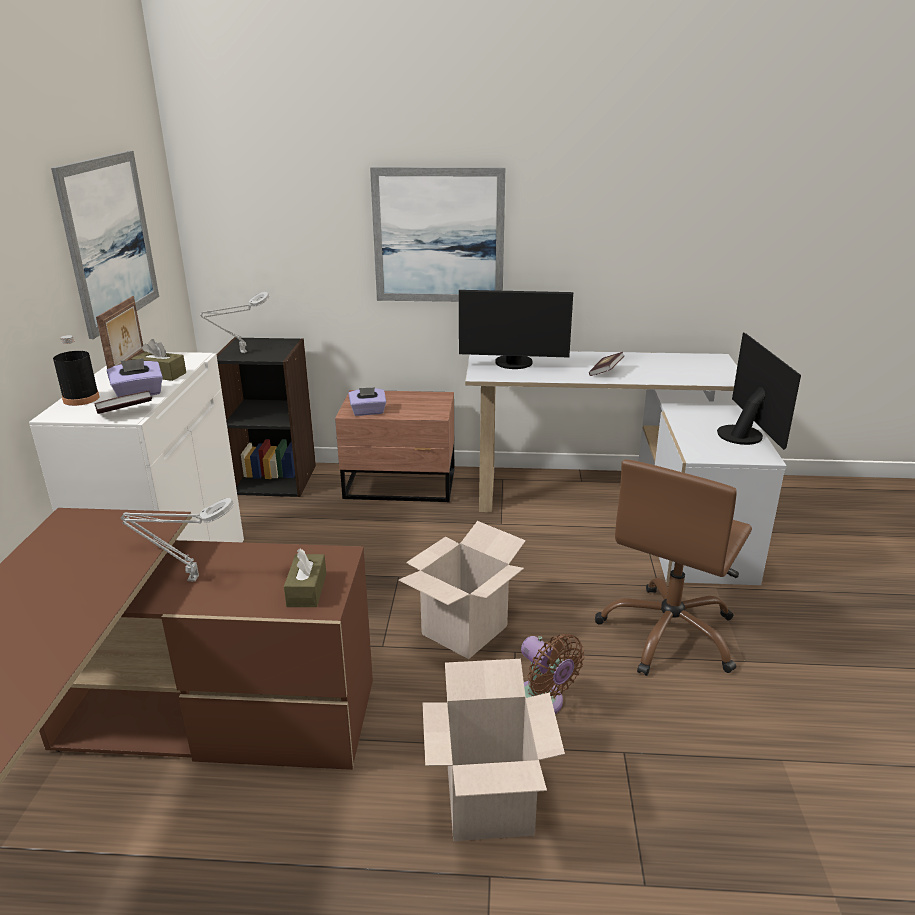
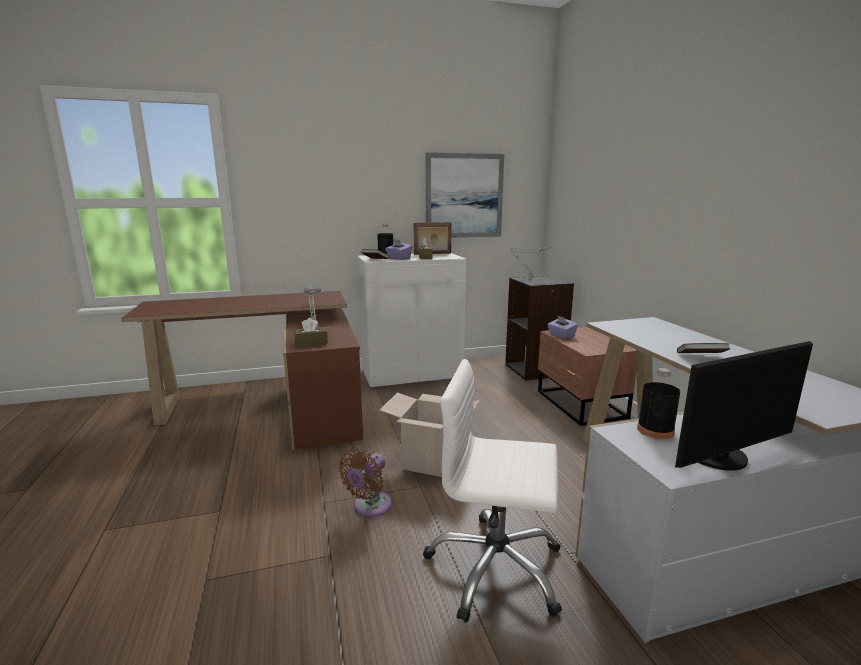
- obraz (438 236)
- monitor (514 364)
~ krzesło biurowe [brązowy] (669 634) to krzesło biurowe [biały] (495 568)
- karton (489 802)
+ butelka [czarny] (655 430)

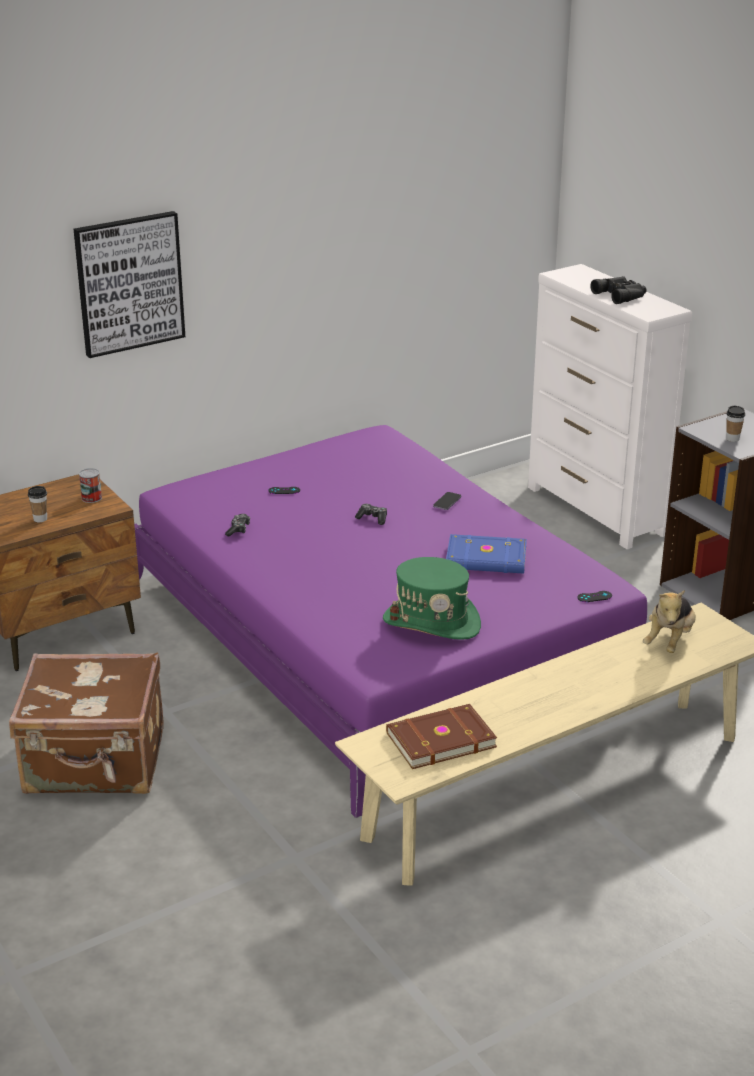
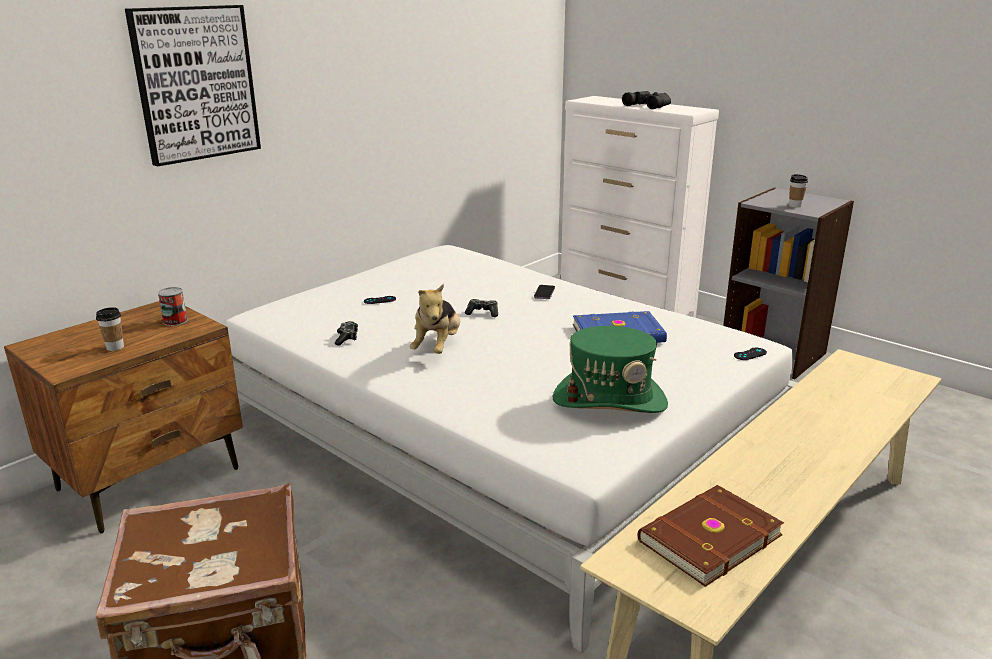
~ łóżko [fioletowy] (377 635) to łóżko [biały] (496 433)
~ pluszak (669 641) to (437 347)

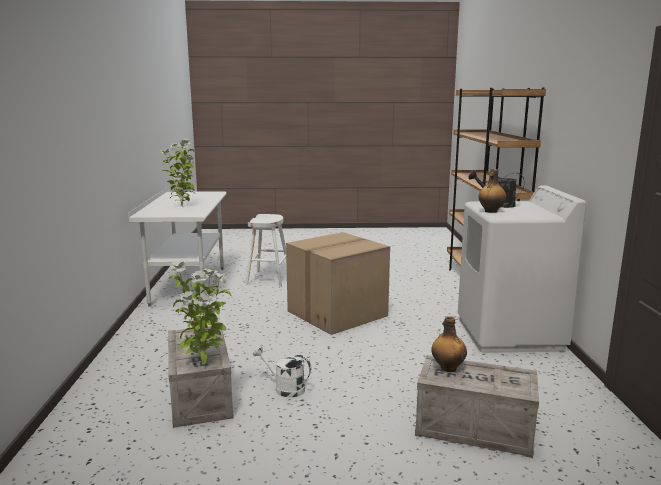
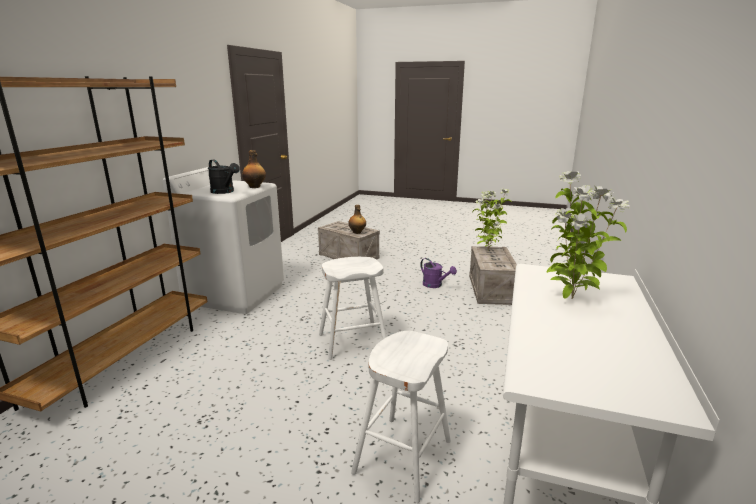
~ karton (337 314) to stołek [biały] (352 342)
~ konewka [biały] (284 388) to konewka [fioletowy] (435 285)

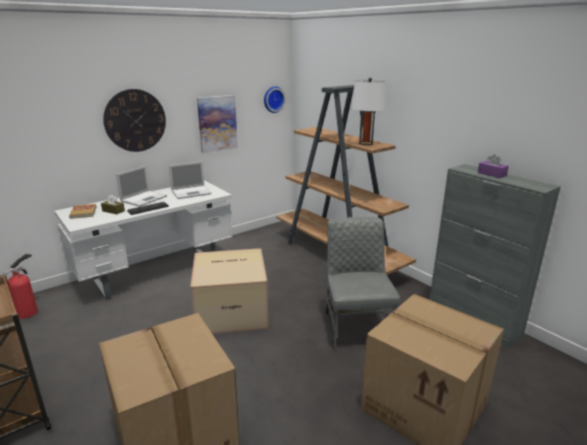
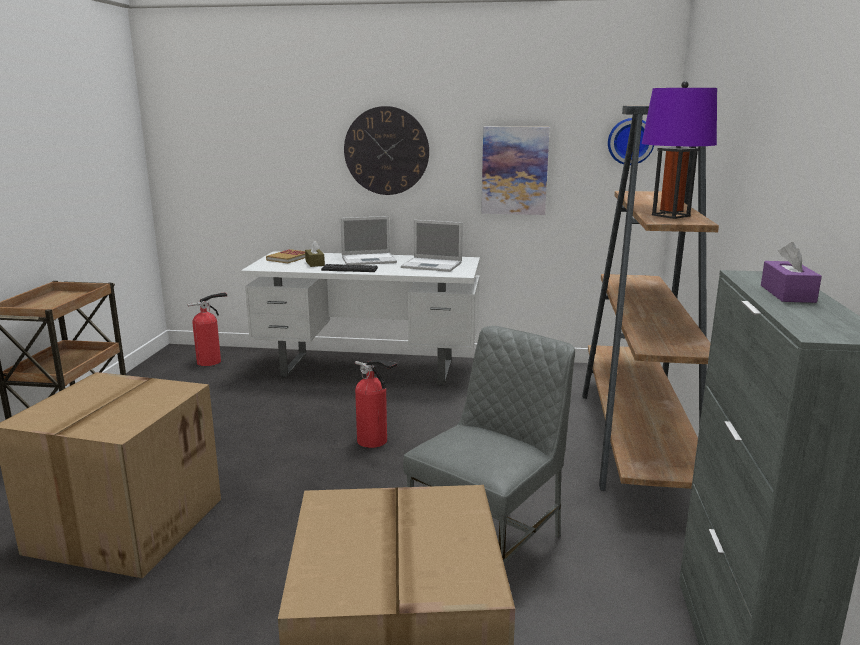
~ lampa stołowa [biały] (365 143) to lampa stołowa [fioletowy] (670 215)
~ karton (232 310) to gaśnica (374 441)

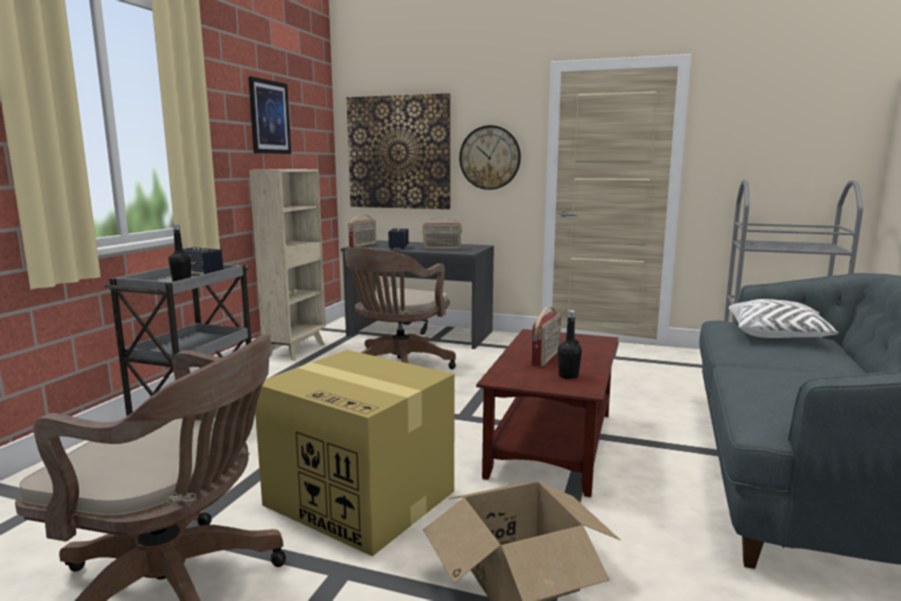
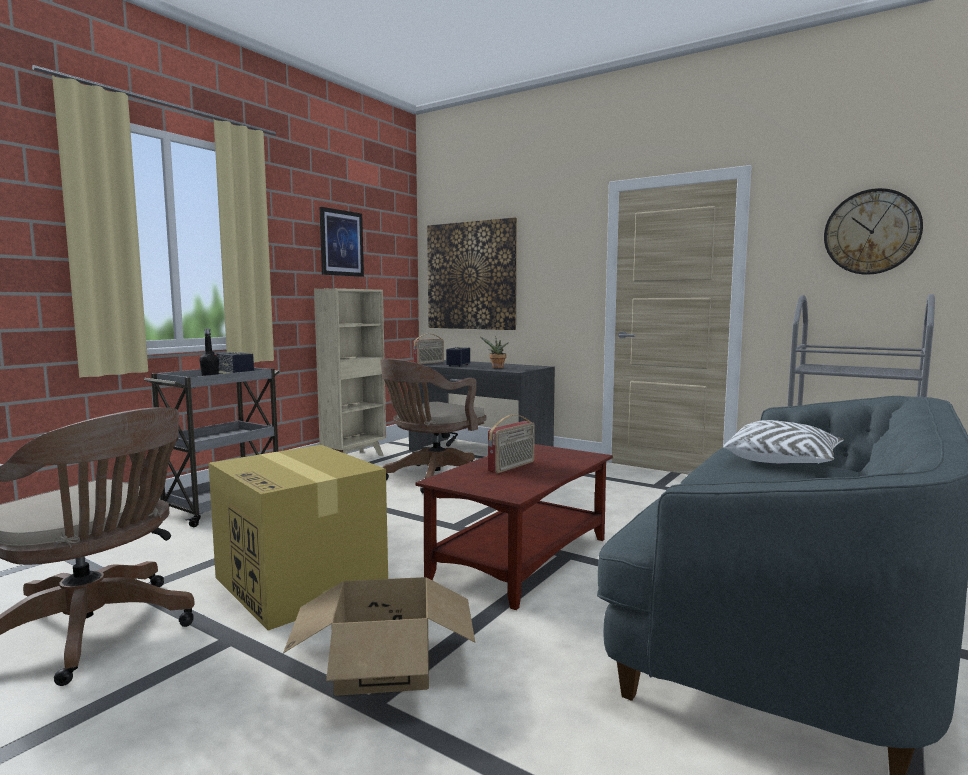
~ zegar ścienny (490 157) to (871 232)
~ radio (442 249) to roślina doniczkowa (496 368)
- butelka [czarny] (568 376)

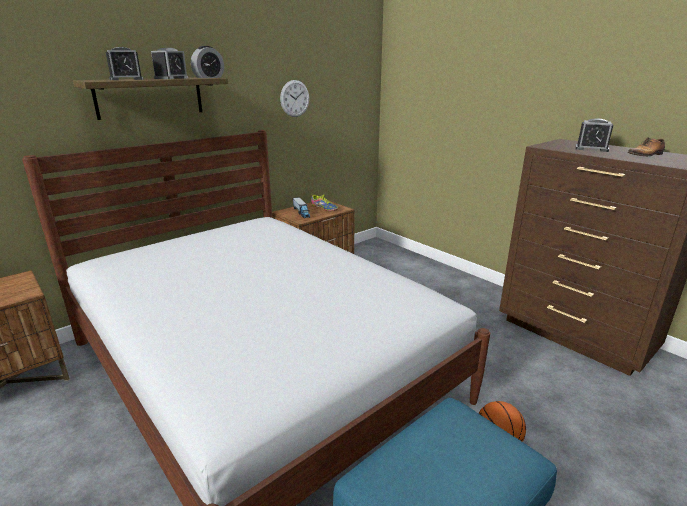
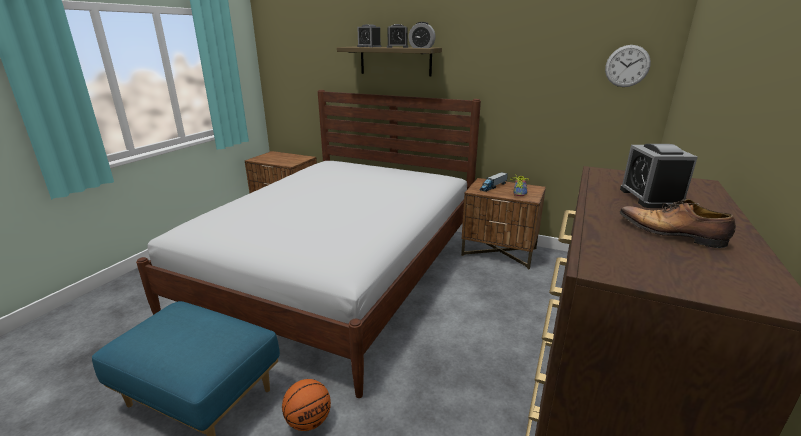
~ zegar ścienny (294 98) to (627 66)

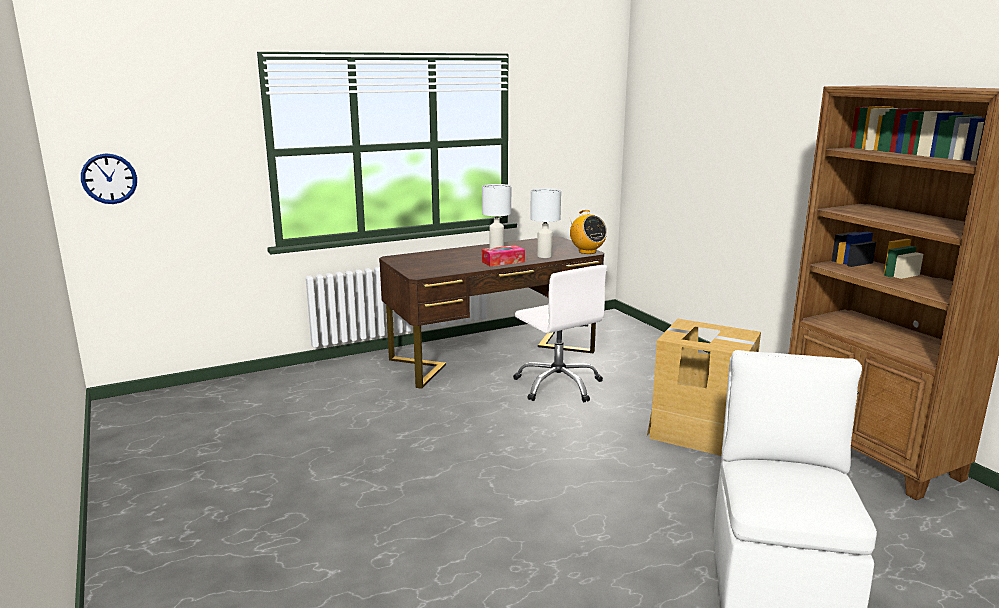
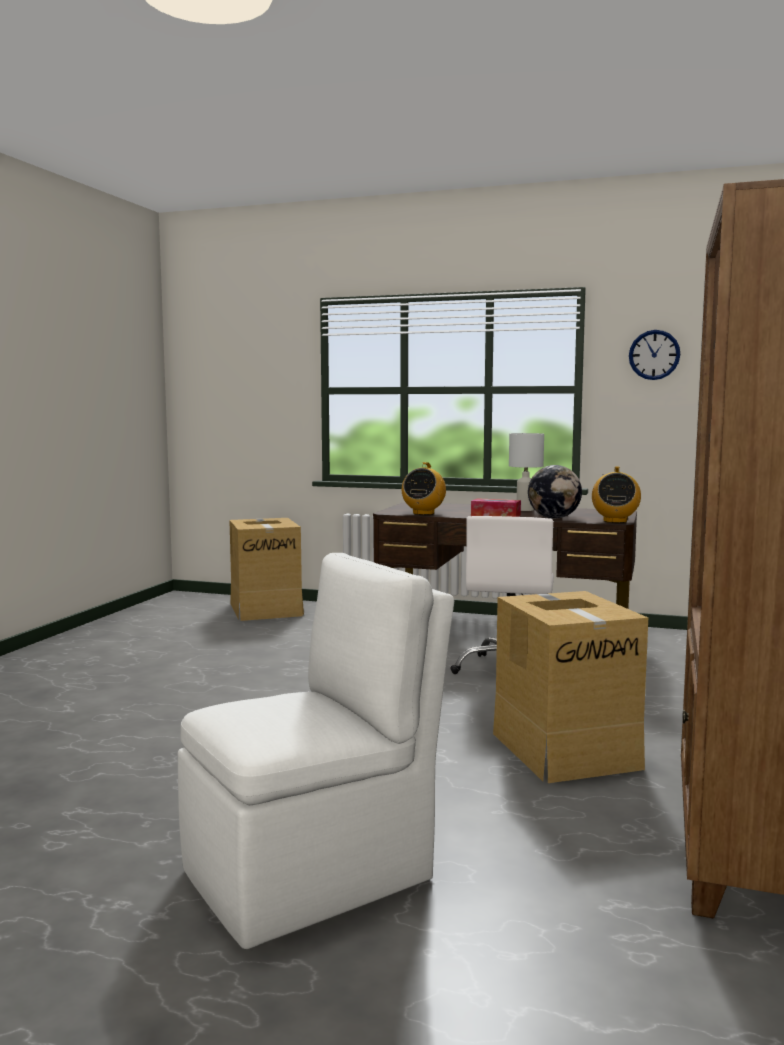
~ zegar ścienny (109 178) to (654 355)
~ lampa stołowa [biały] (545 256) to globus (554 518)
+ radio (423 513)
+ karton (266 609)

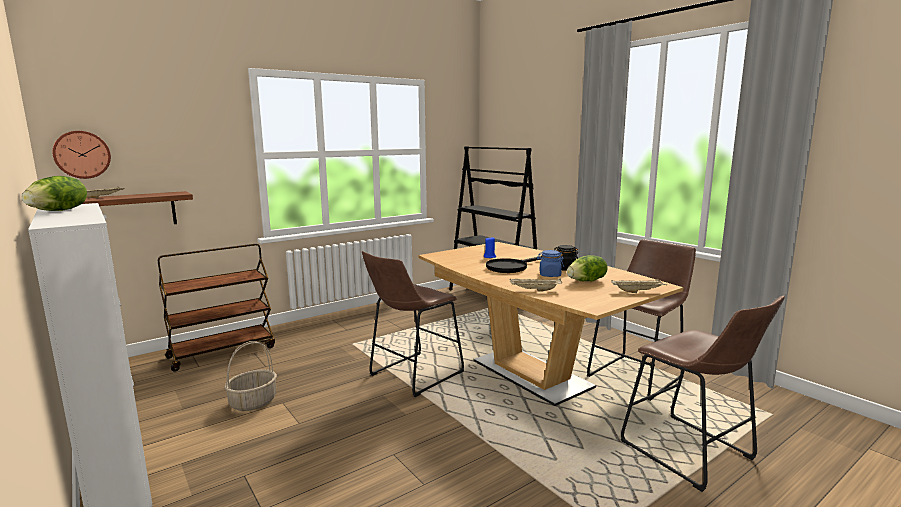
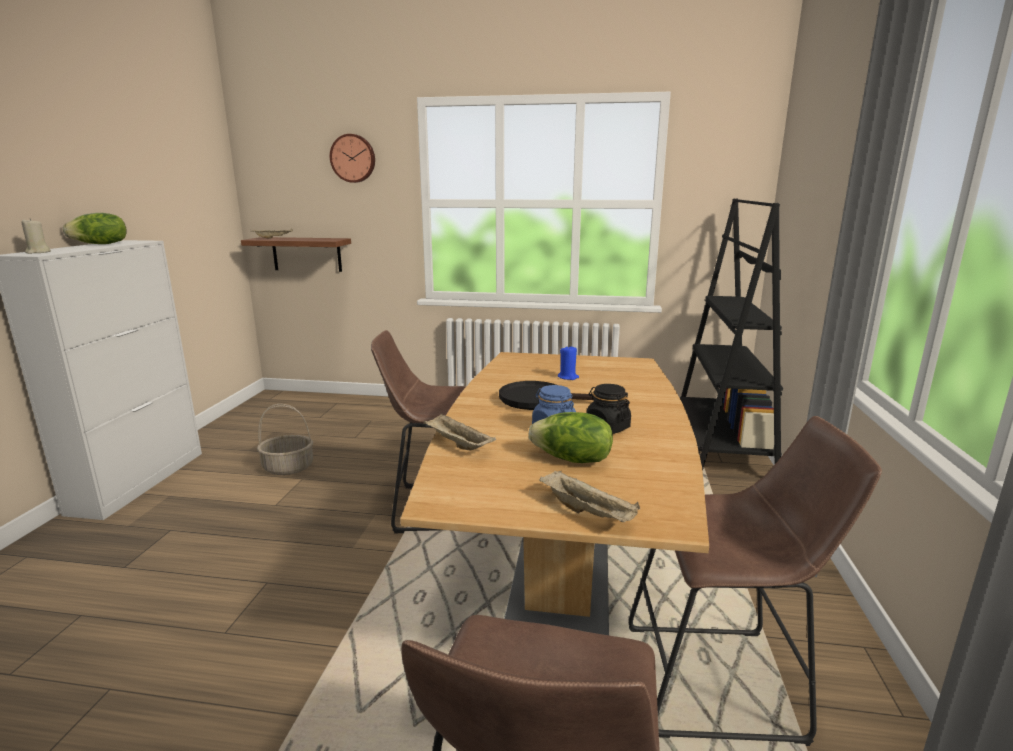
~ zegar ścienny (82 154) to (353 158)
- wózek [brązowy] (223 352)
+ świeca [beżowy] (38 252)

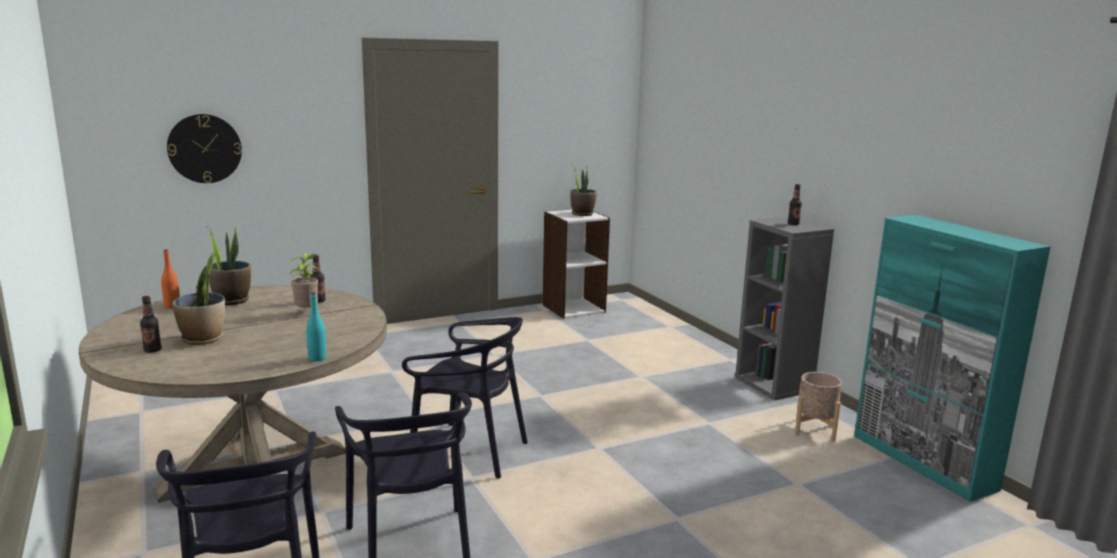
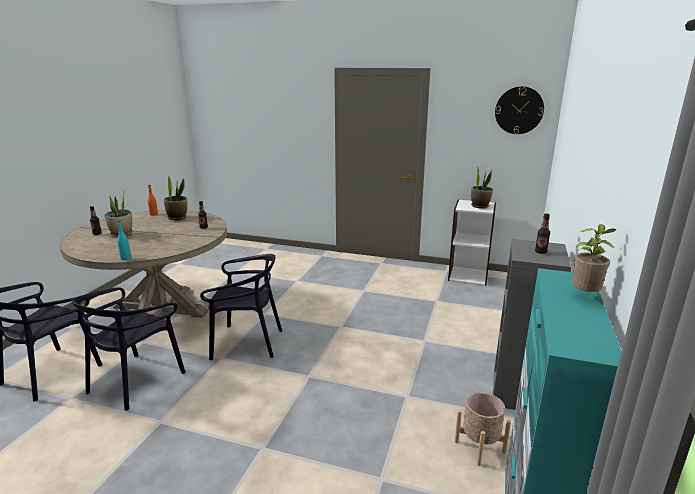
~ zegar ścienny (204 148) to (519 110)
~ roślina doniczkowa (307 312) to (585 295)
~ krzesło [czarny] (469 451) = (246 343) 60 degrees counterclockwise

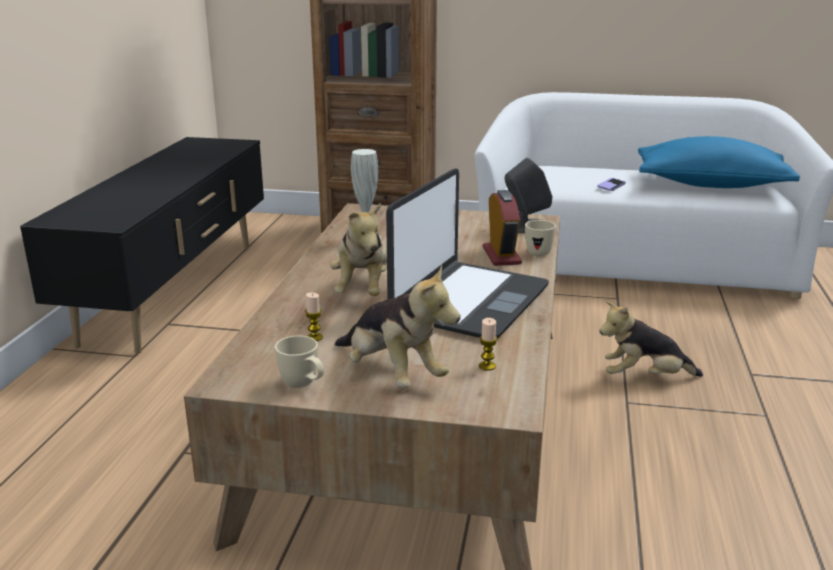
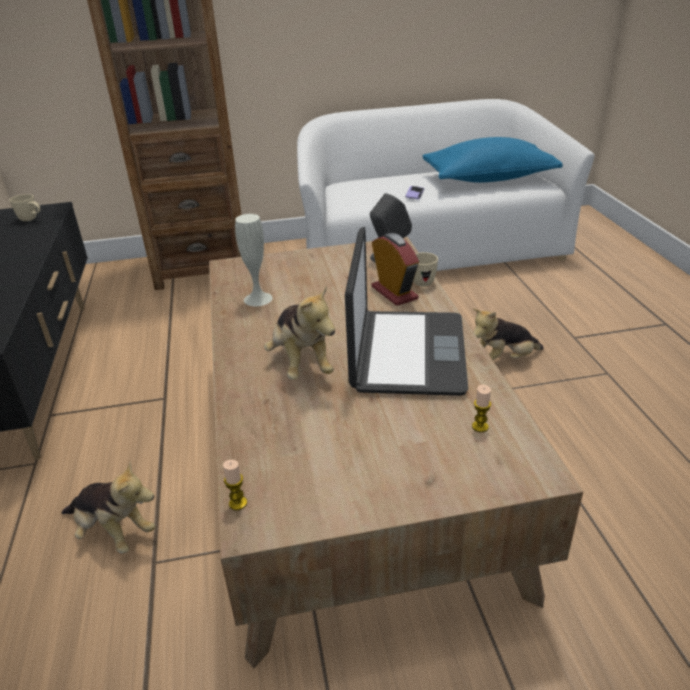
~ pluszak (392 374) to (113 532)
~ świeca (314 337) to (238 503)
~ kubek [beżowy] (304 385) to (31 220)

